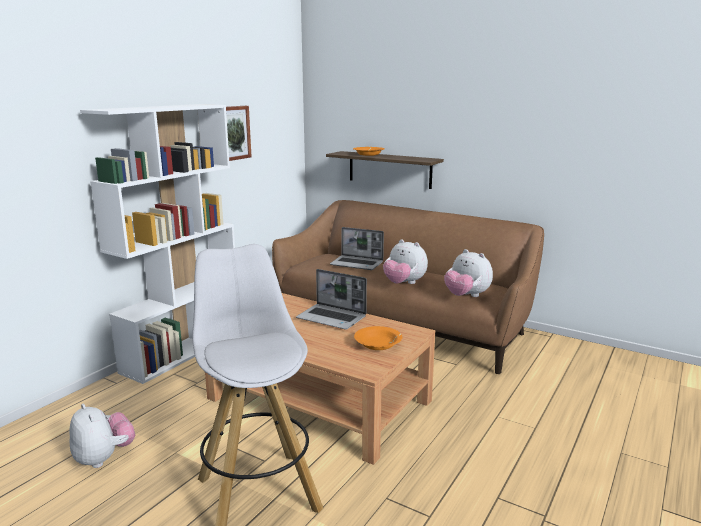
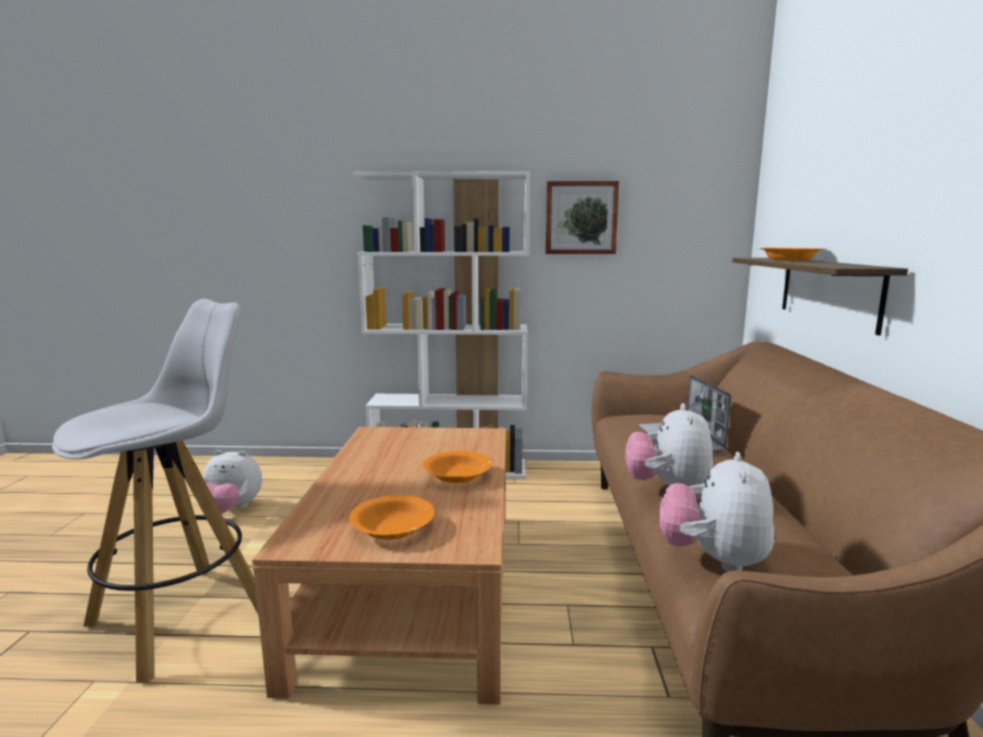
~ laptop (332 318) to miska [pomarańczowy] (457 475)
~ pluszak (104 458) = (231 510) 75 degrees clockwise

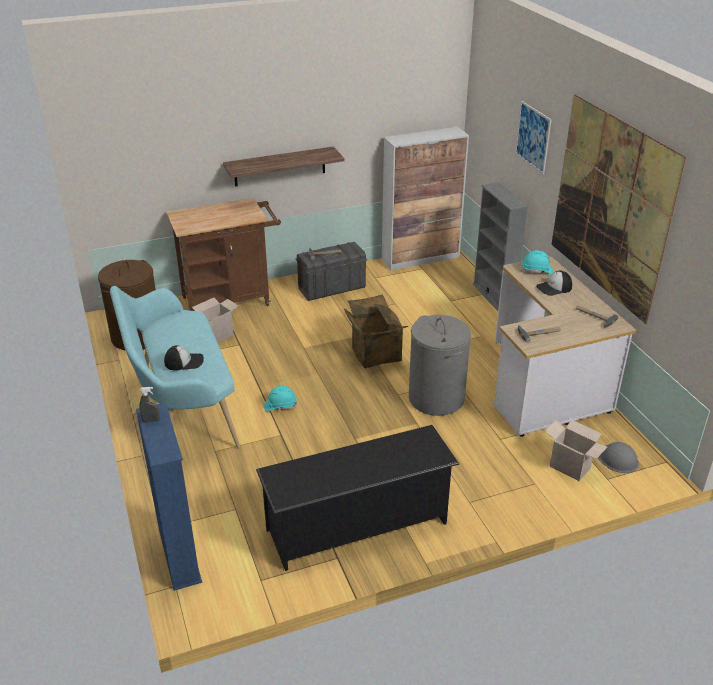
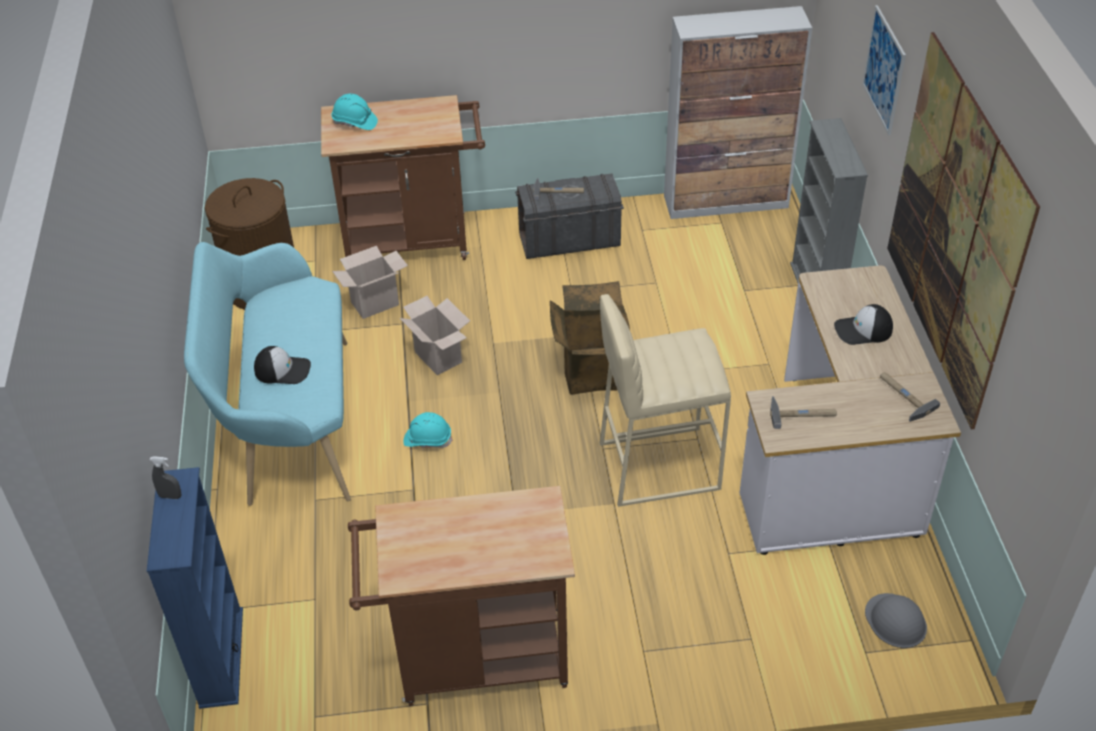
- półka (280 166)
~ kask [turkusowy] (537 271) to (355 122)
~ kosz na pranie [szary] (436 398) to stołek [beżowy] (657 465)
~ karton (571 467) to (440 357)
~ regał na buty [czarny] (357 526) to wózek [brązowy] (471 659)

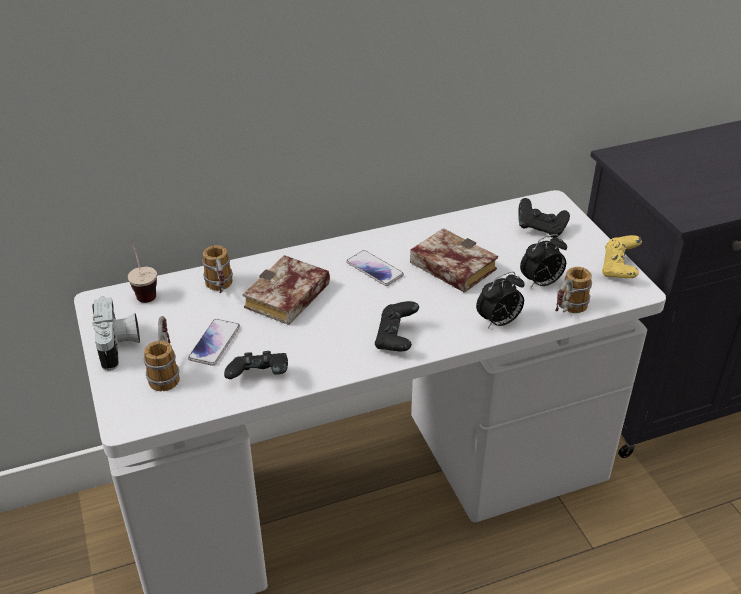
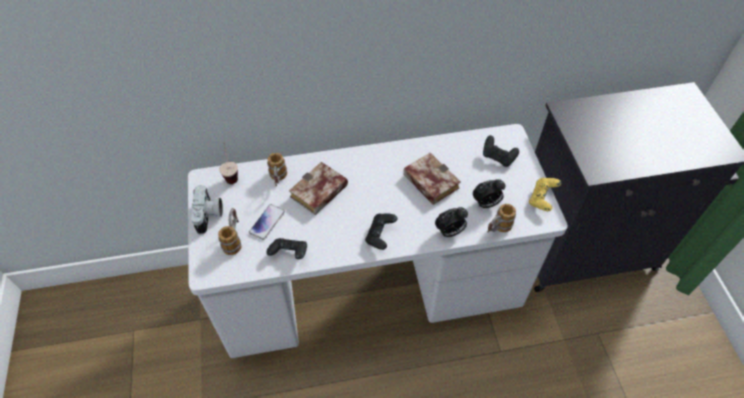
- telefon (374 269)

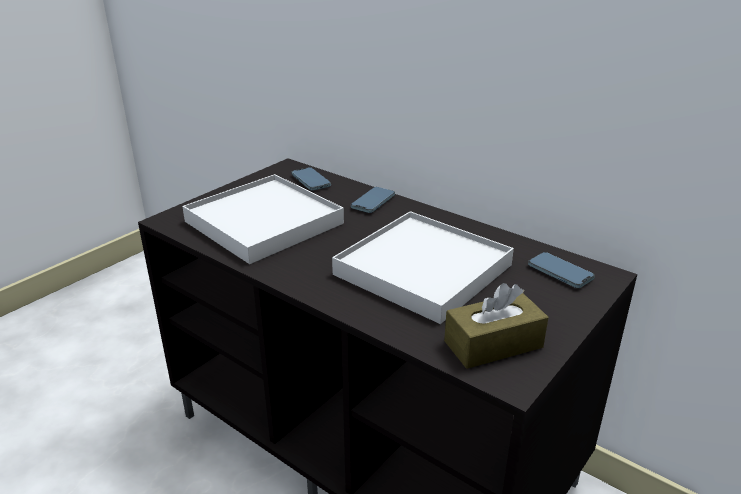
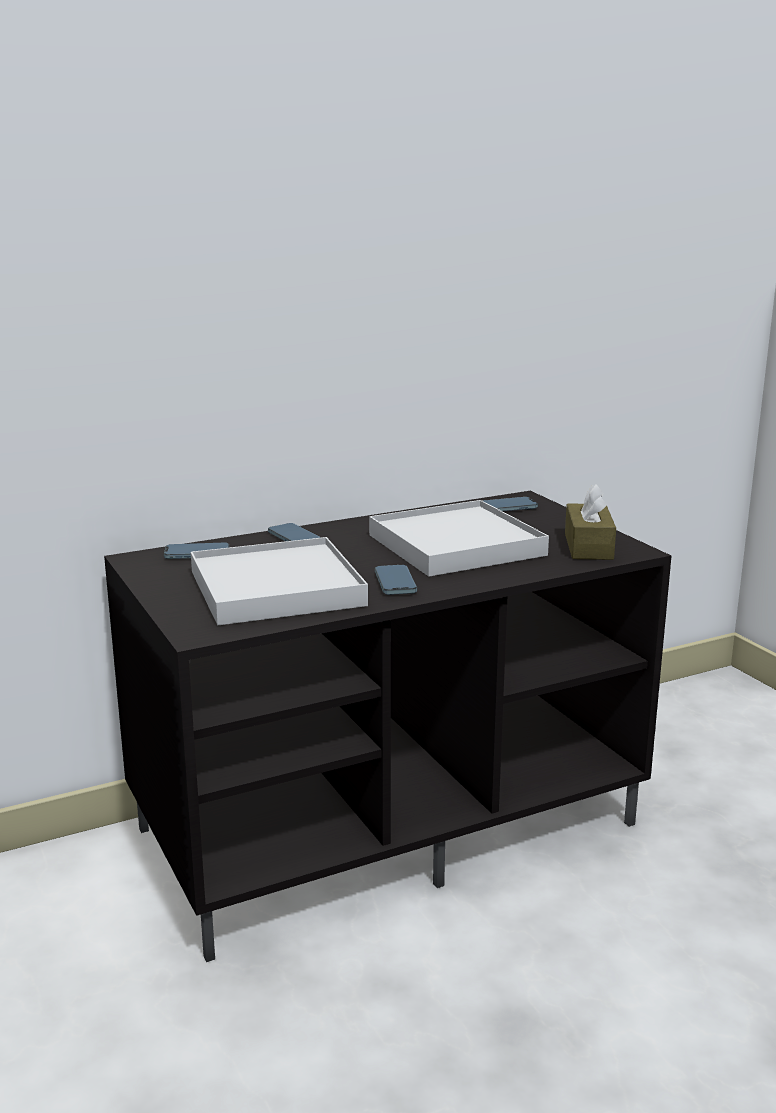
+ telefon (395 583)

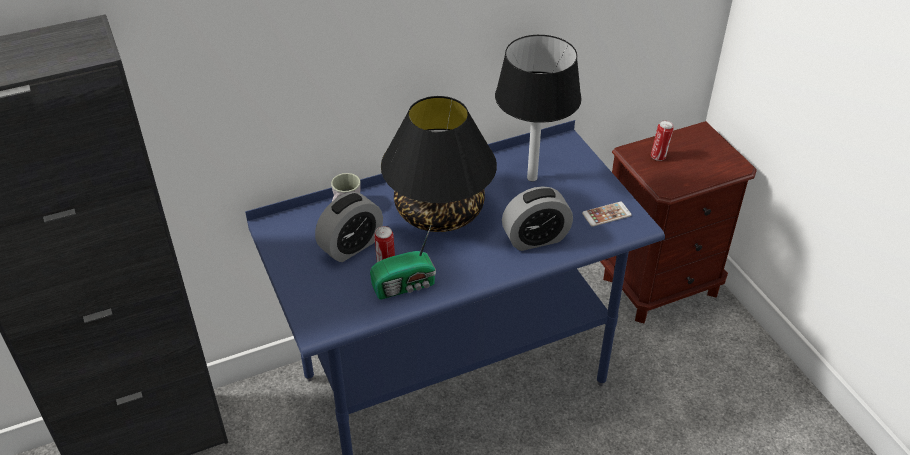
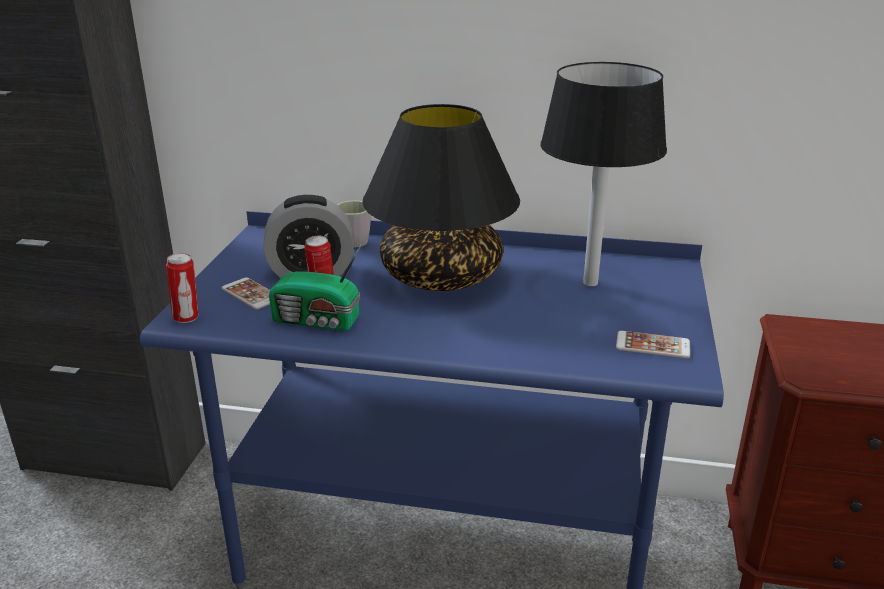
~ puszka (659 156) to (187 317)
- budzik (535 239)
+ telefon (251 294)

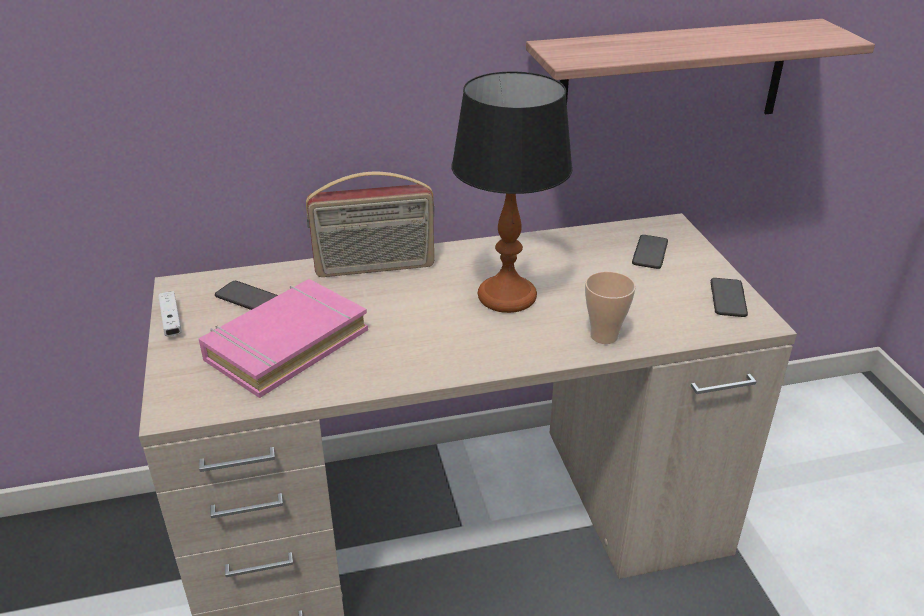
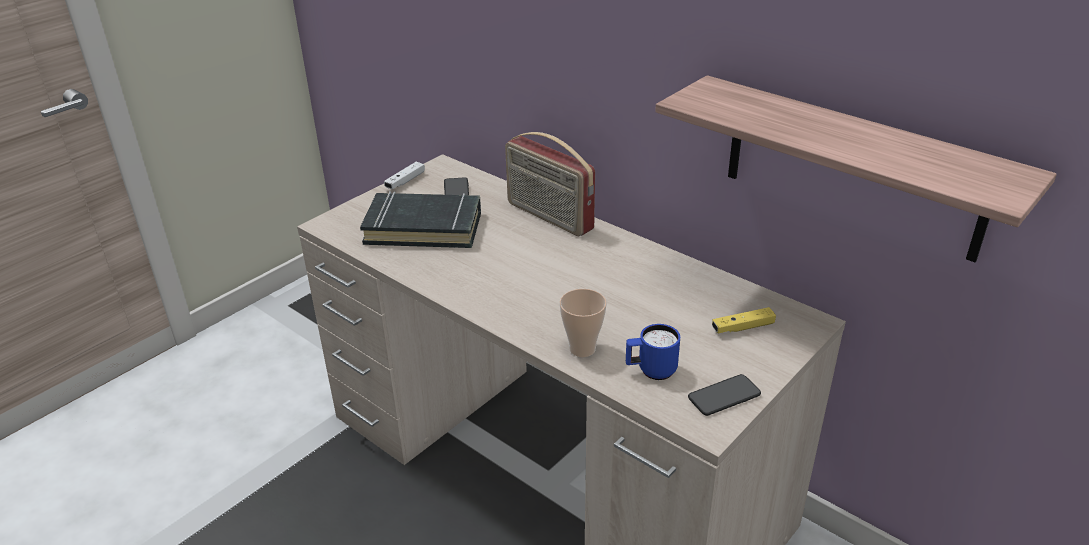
- lampa stołowa (507 297)
~ telefon (650 253) to pad do gier [żółty] (742 327)
~ książka [różowy] (286 344) to książka [czarny] (424 227)
+ kubek [niebieski] (651 371)

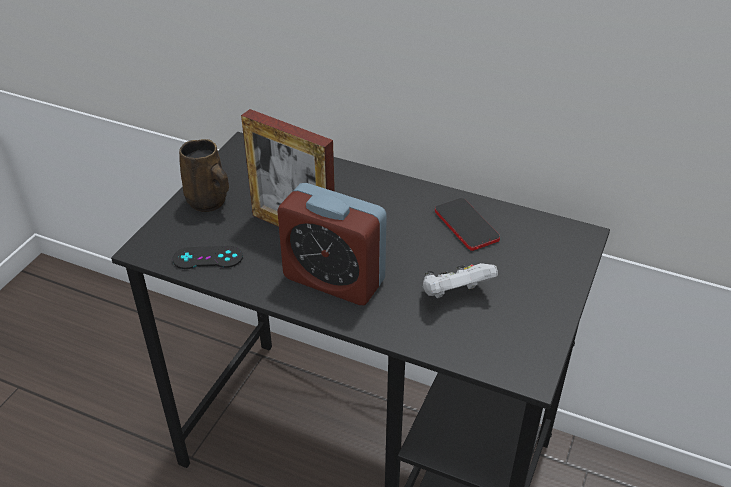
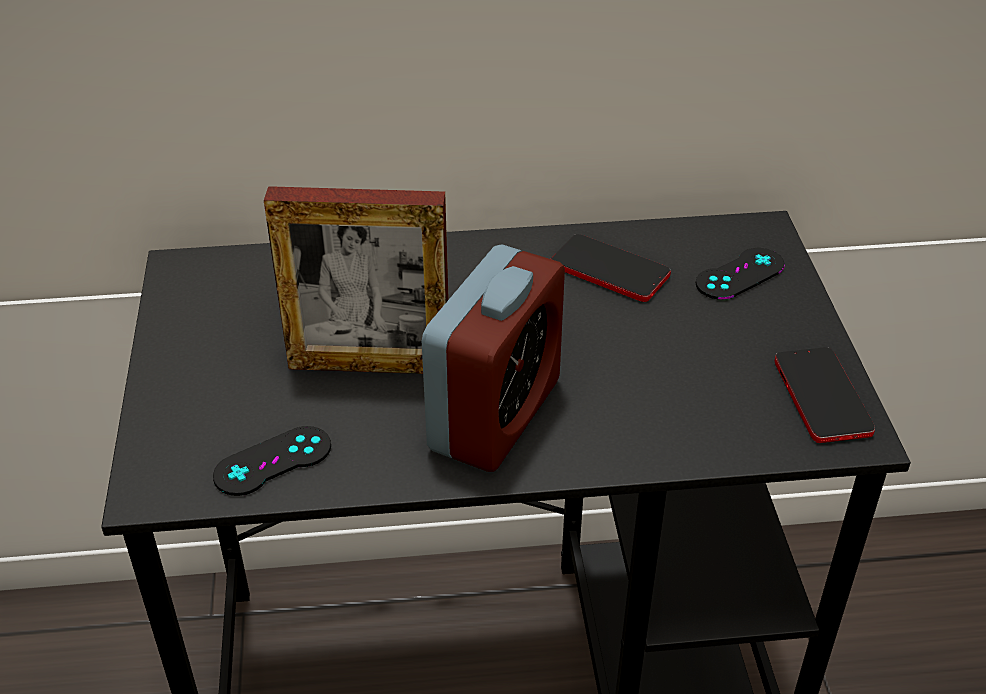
- kubek [brązowy] (209 202)
~ budzik (334 279) = (495 415) 60 degrees counterclockwise
- pad do gier [biały] (455 294)
+ pad do gier [czarny] (740 274)
+ telefon (822 396)

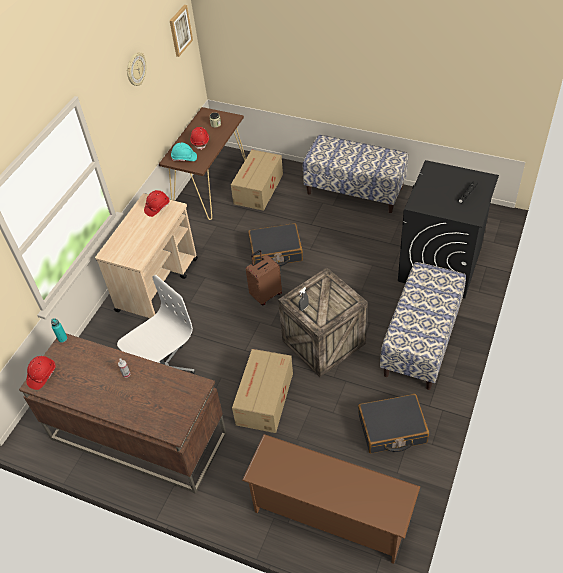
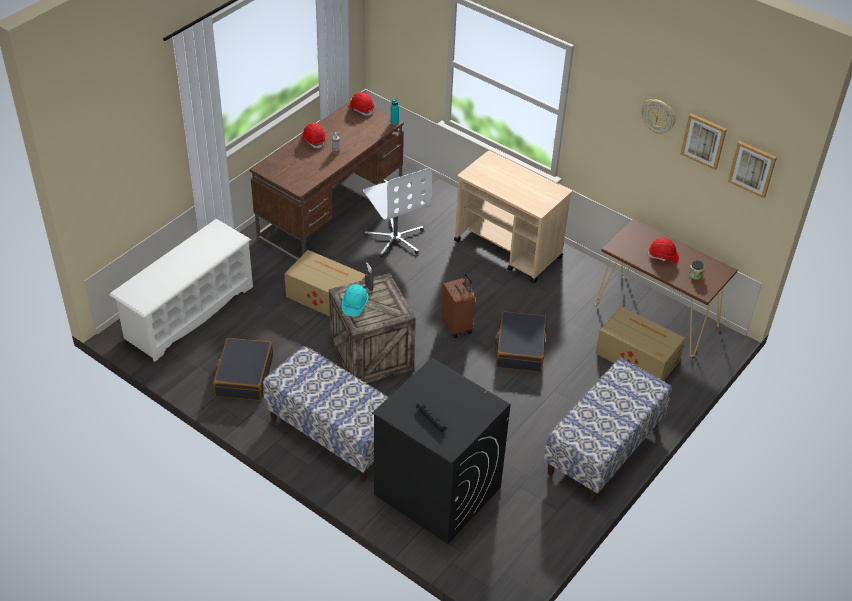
~ kask [turkusowy] (184 158) to (354 305)
~ kask [czerwony] (157 207) to (313 140)
~ regał na buty [brązowy] (330 514) to regał na buty [biały] (189 312)
+ obraz (704 140)

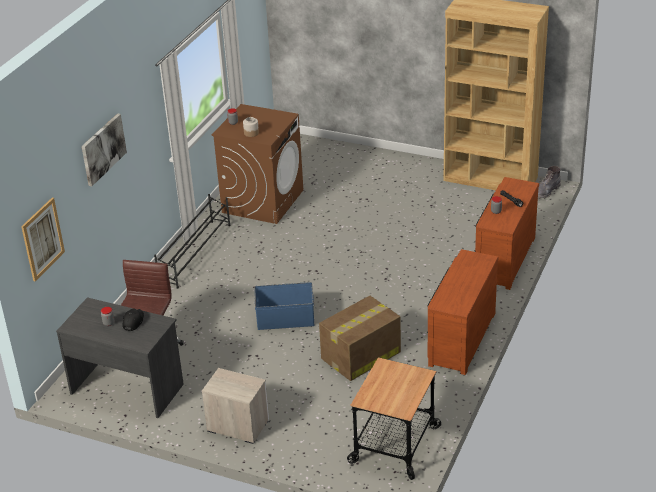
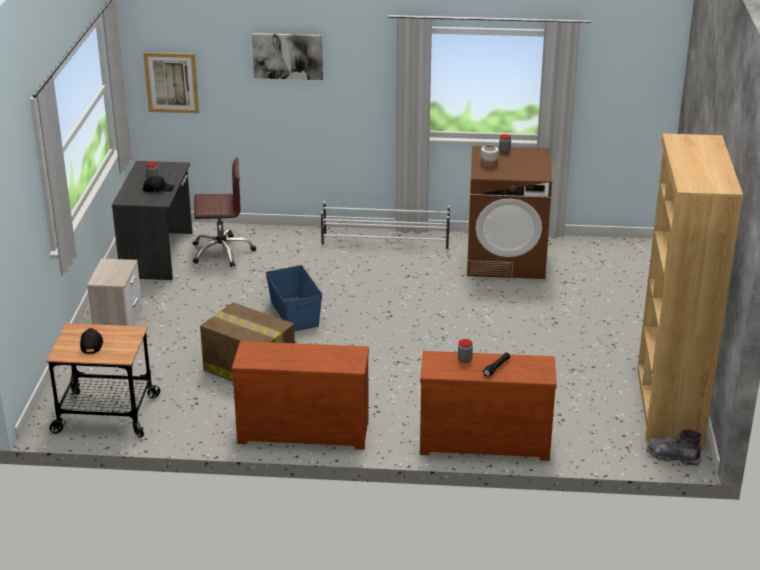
~ regał na buty [czarny] (196 253) to regał na buty [biały] (386 242)
+ czapka z daszkiem [czarny] (91 344)

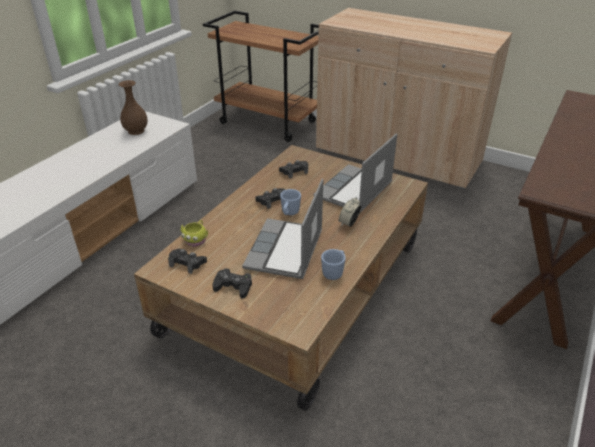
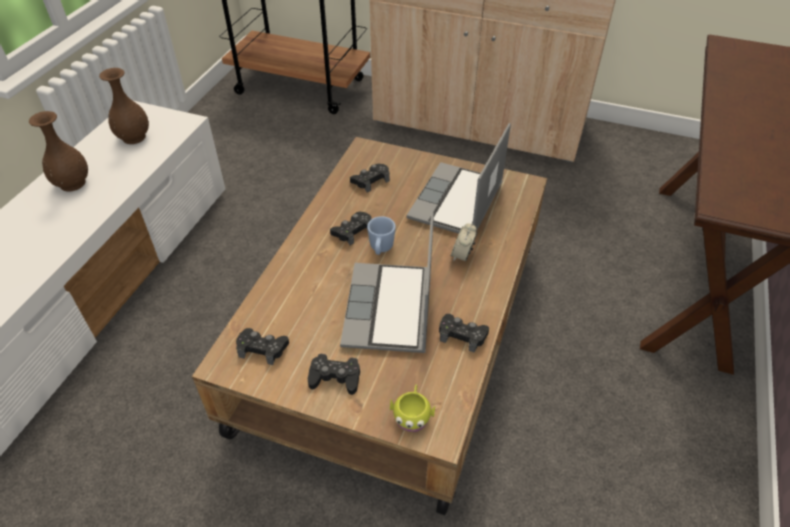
~ kubek [żółty] (196 239) to (412 415)
~ kubek [niebieski] (334 272) to pad do gier [czarny] (462 335)
+ wazon [brązowy] (73 183)

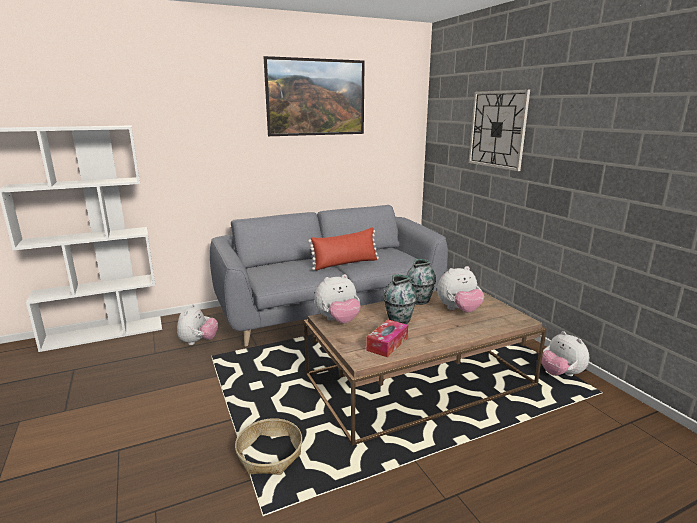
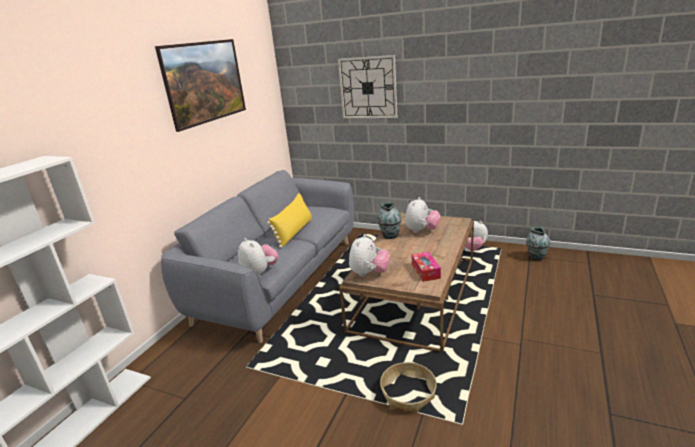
~ poduszka [czerwony] (345 264) to poduszka [żółty] (294 232)
~ wazon (399 320) to (536 257)
~ pluszak (198 342) to (260 272)

